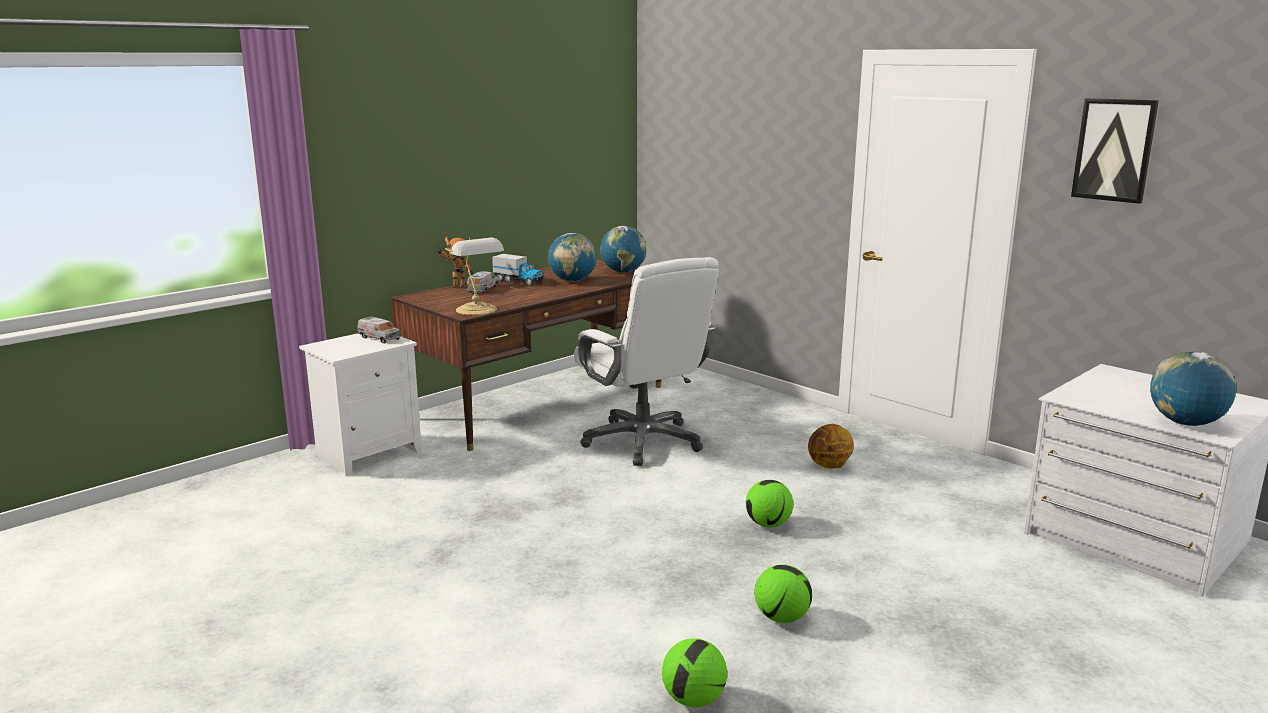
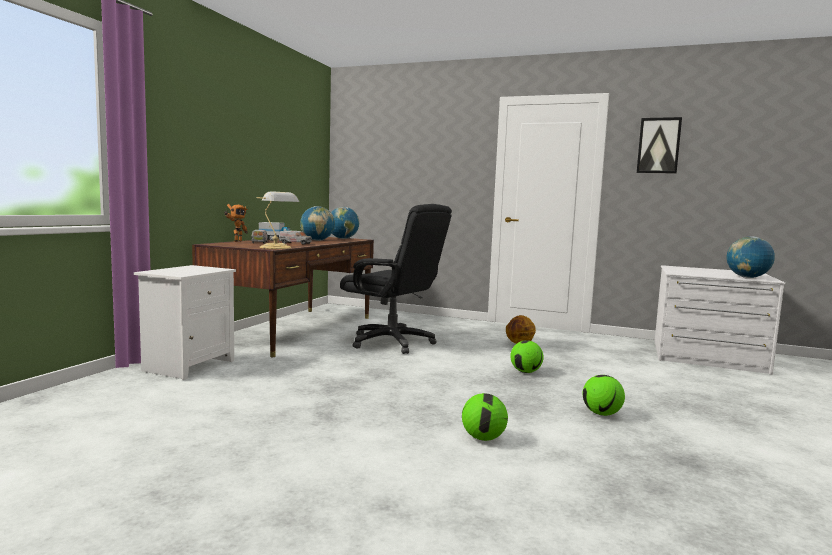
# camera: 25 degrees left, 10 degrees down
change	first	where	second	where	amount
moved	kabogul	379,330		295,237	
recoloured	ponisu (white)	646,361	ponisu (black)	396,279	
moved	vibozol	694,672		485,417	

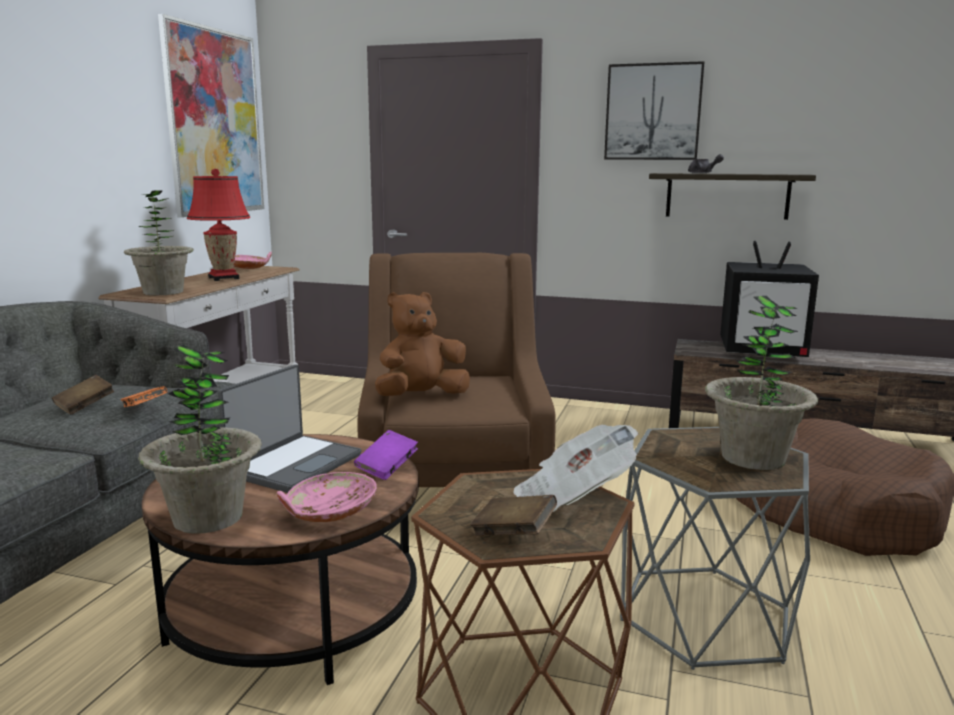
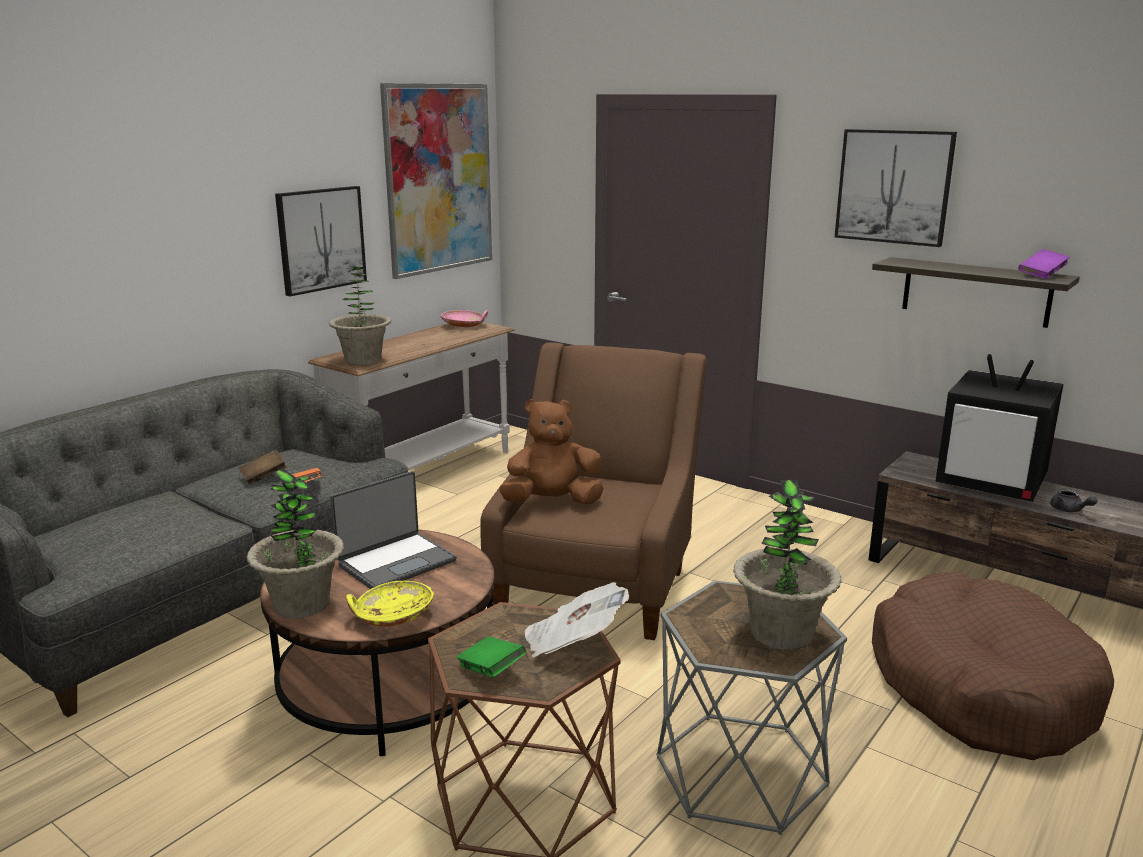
# camera: 20 degrees right, 5 degrees up
change	first	where	second	where	amount
removed	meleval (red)	219,225			
recoloured	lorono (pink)	327,497	lorono (yellow)	390,604	
moved	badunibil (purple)	386,455		1044,264	
recoloured	badunibil (brown)	513,515	badunibil (green)	491,657	
moved	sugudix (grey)	706,163		1074,500	
added			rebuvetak	321,241	

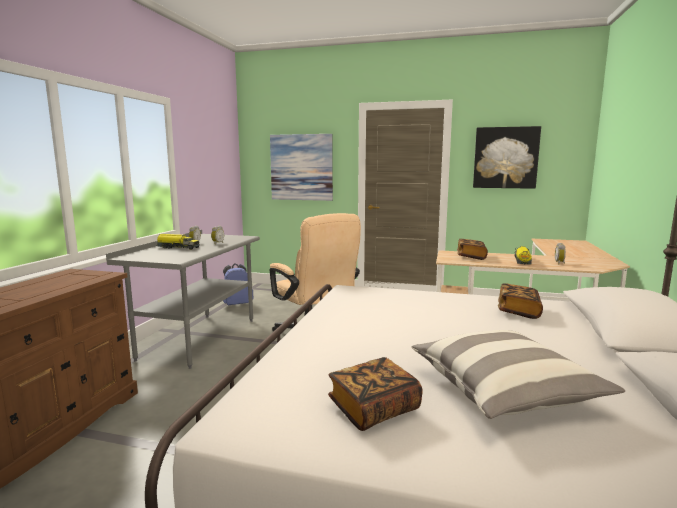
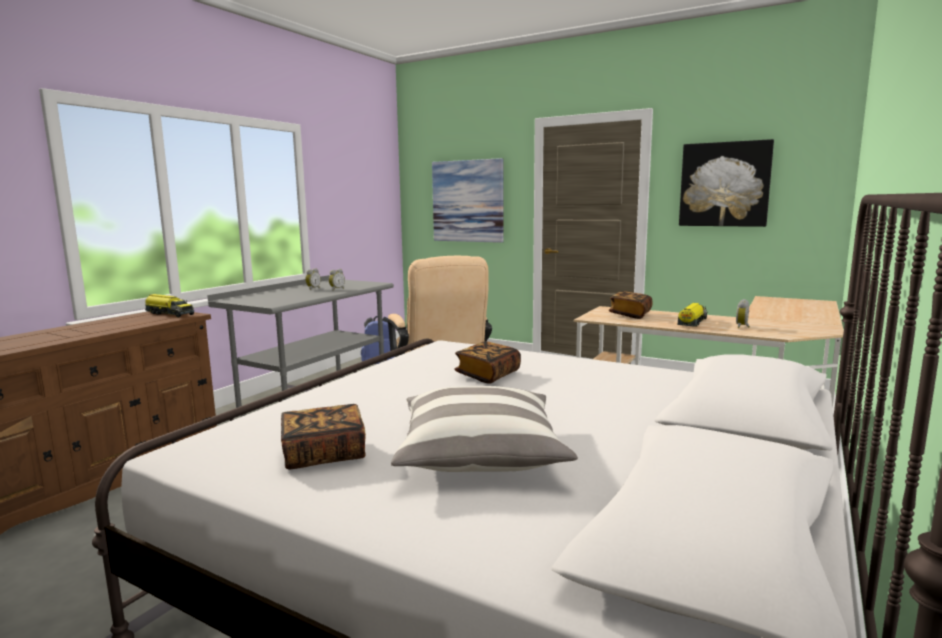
# camera: 15 degrees right, 0 degrees up
change	first	where	second	where	amount
moved	kabogul	178,242		169,305	
moved	badunibil	520,301		487,362	

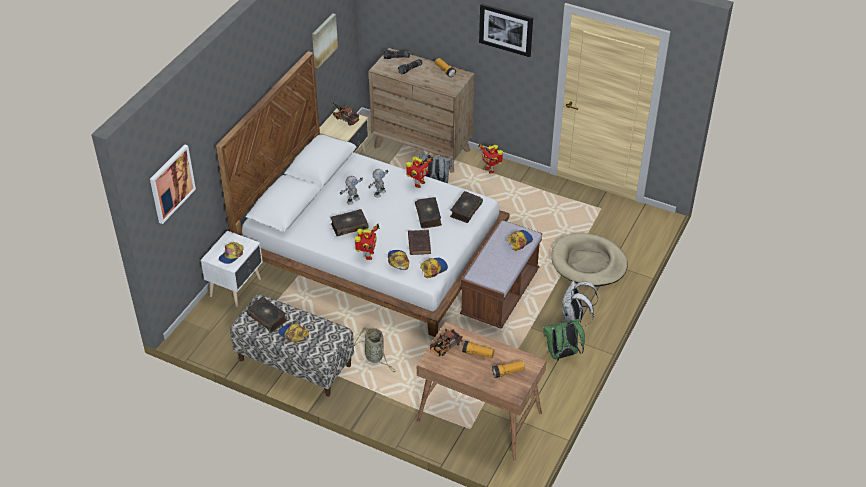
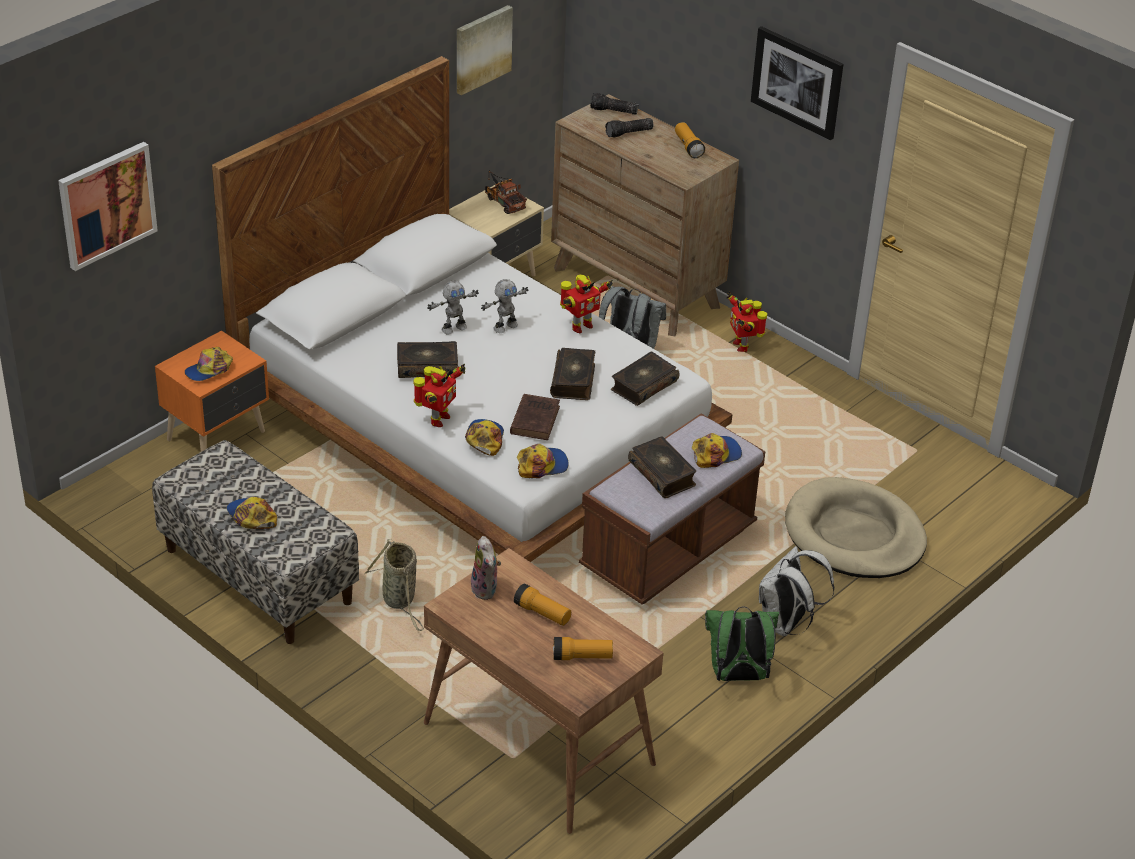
# camera: 15 degrees right, 5 degrees down
change	first	where	second	where	amount
recoloured	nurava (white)	232,269	nurava (orange)	212,391	
moved	badunibil	267,315		662,467	
replaced	kabogul	446,343	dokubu	485,568	

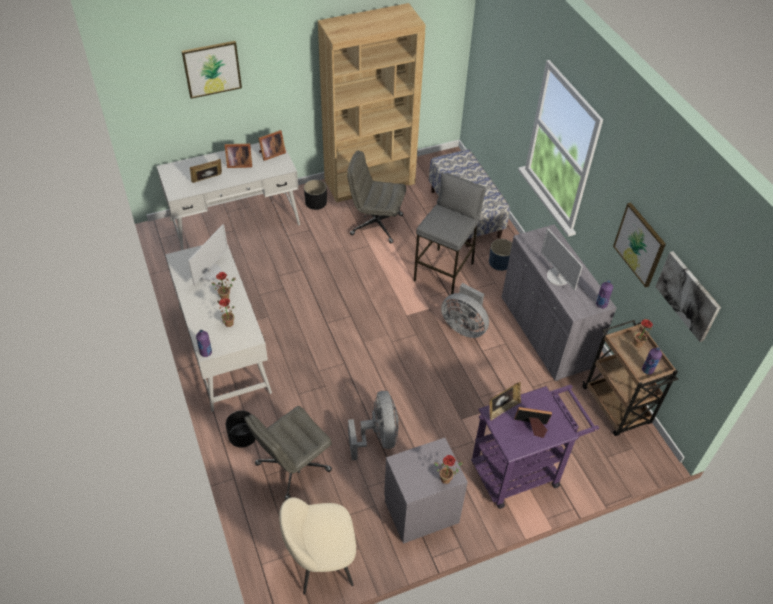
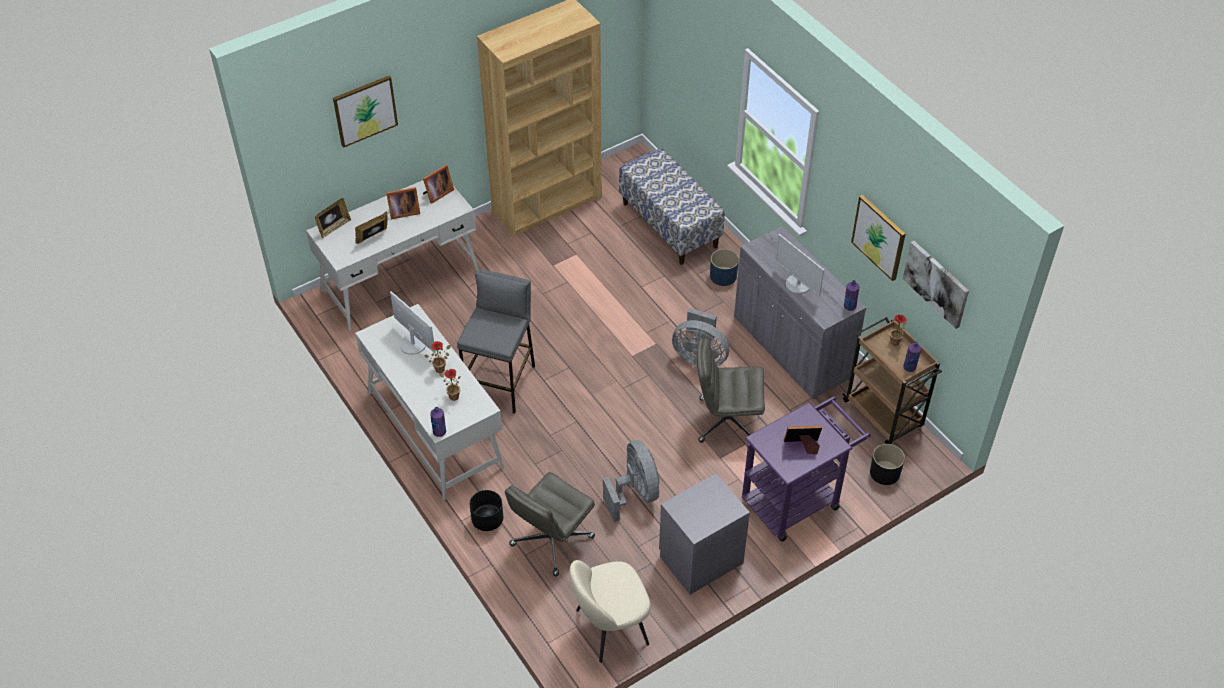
# camera: 10 degrees left, 0 degrees up
change	first	where	second	where	amount
turned	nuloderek	208,254		413,323	60 degrees counterclockwise
moved	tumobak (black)	315,195		887,464	
moved	ponisu (grey)	376,196		731,390	
moved	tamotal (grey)	450,233		496,341	
removed	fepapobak	448,469			
moved	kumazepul	505,401		333,218	

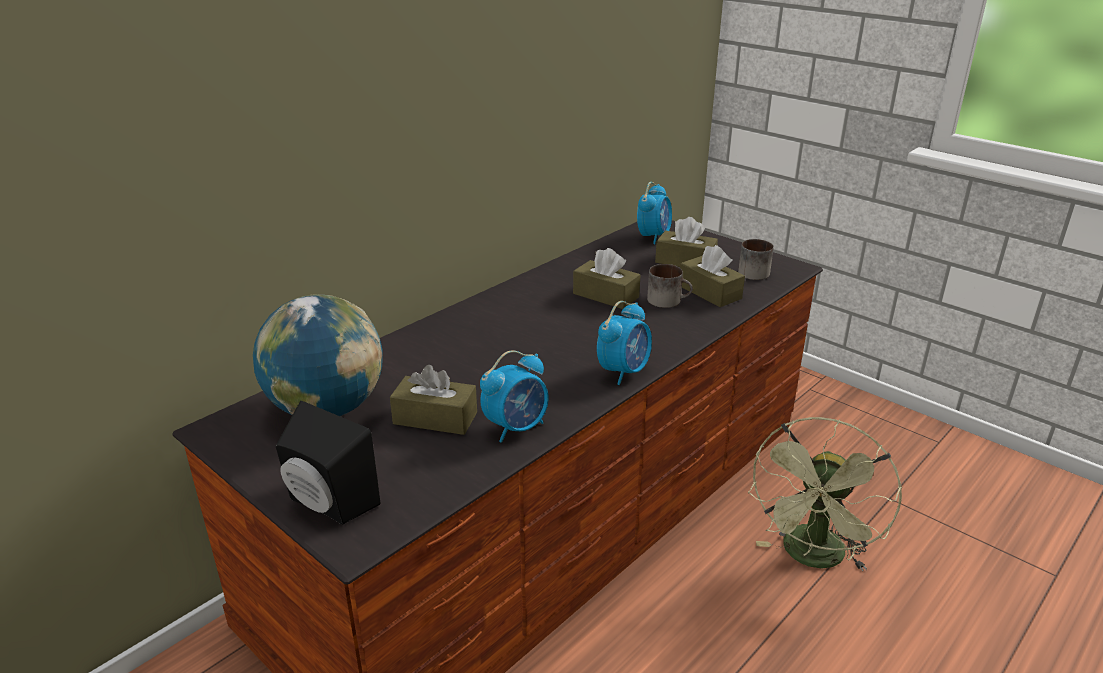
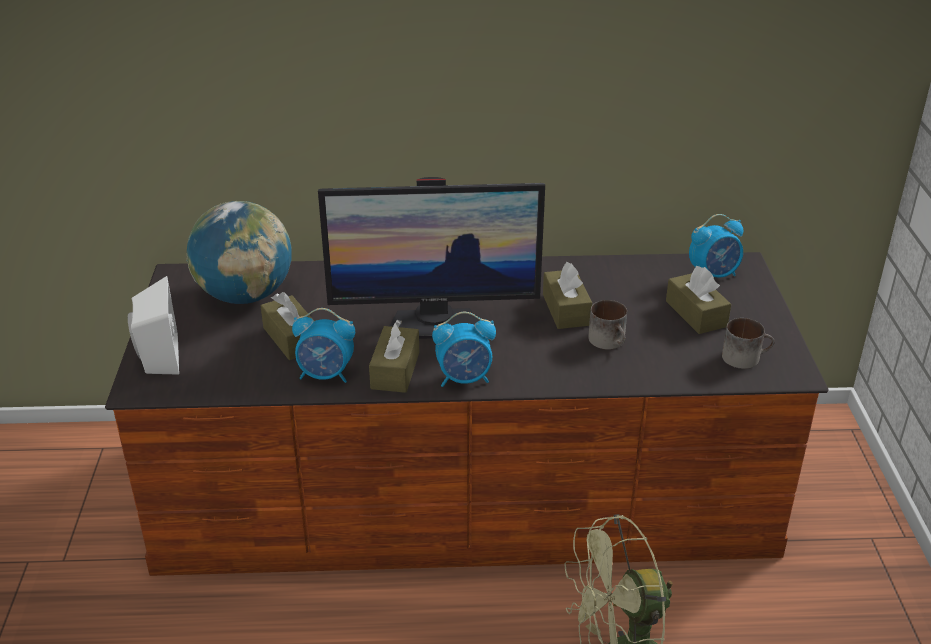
# camera: 45 degrees right, 5 degrees up
change	first	where	second	where	amount
recoloured	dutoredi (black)	328,463	dutoredi (white)	153,325	
moved	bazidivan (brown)	712,276		394,356	
added			nuloderek	431,258	

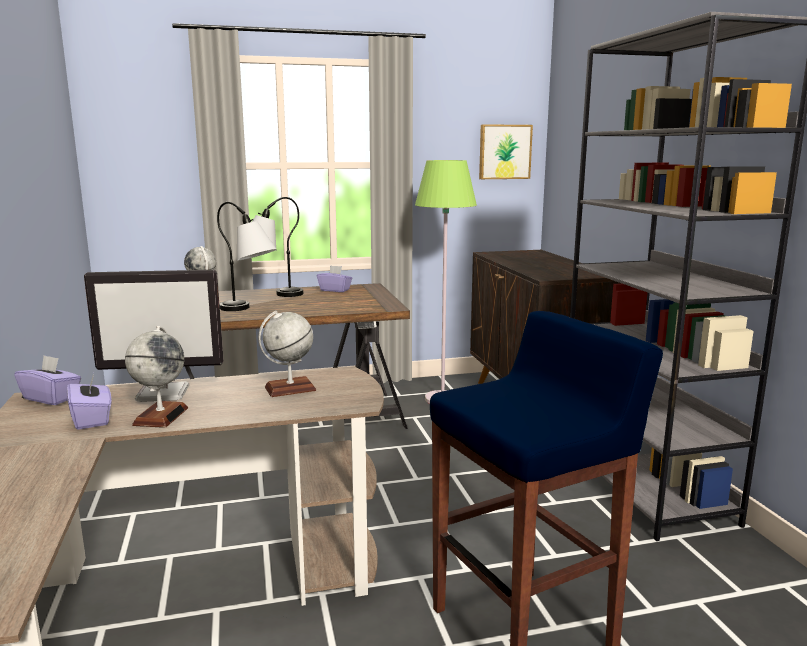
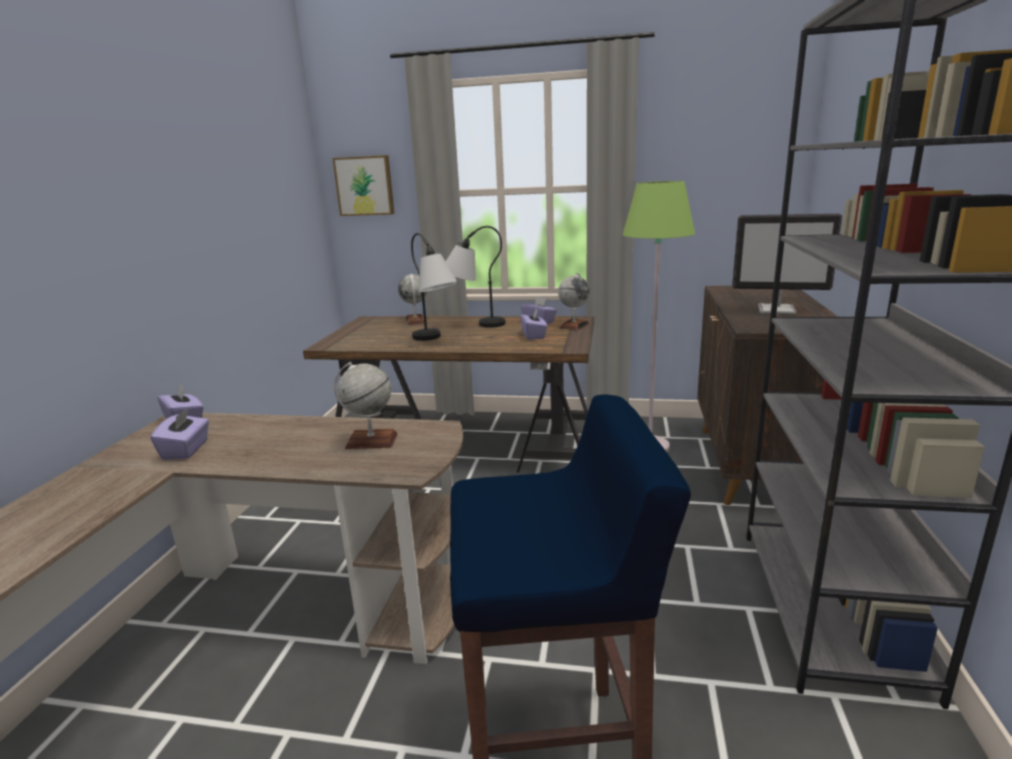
# camera: 25 degrees right, 5 degrees up
change	first	where	second	where	amount
moved	nuloderek	154,336		787,264	
moved	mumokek	156,377		574,301	
moved	rebuvetak	506,151		363,185	
added			bazidivan (purple)	533,324	

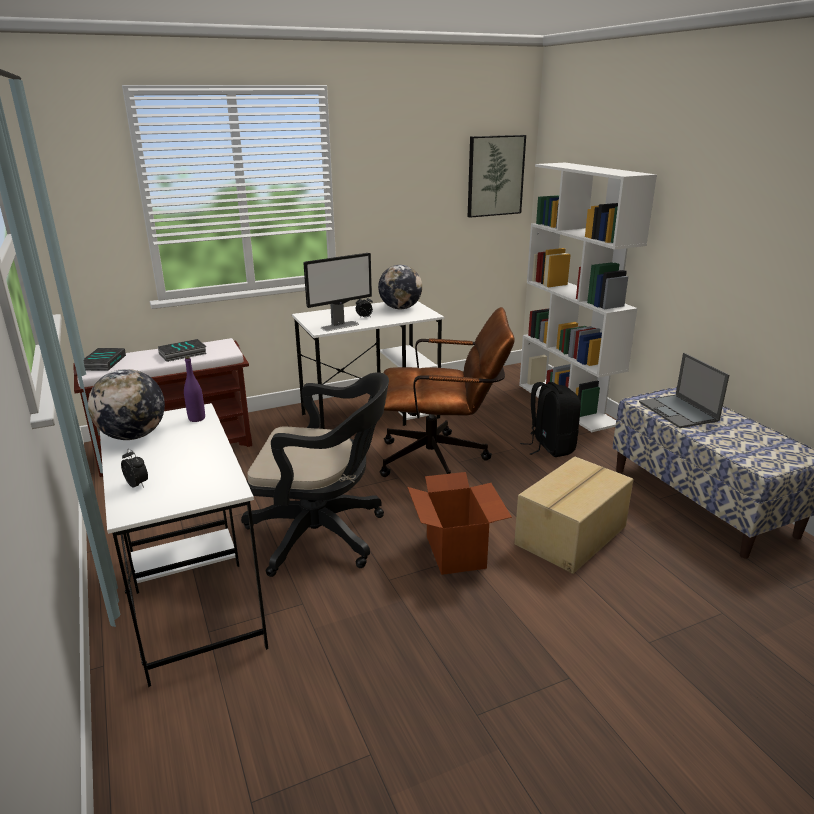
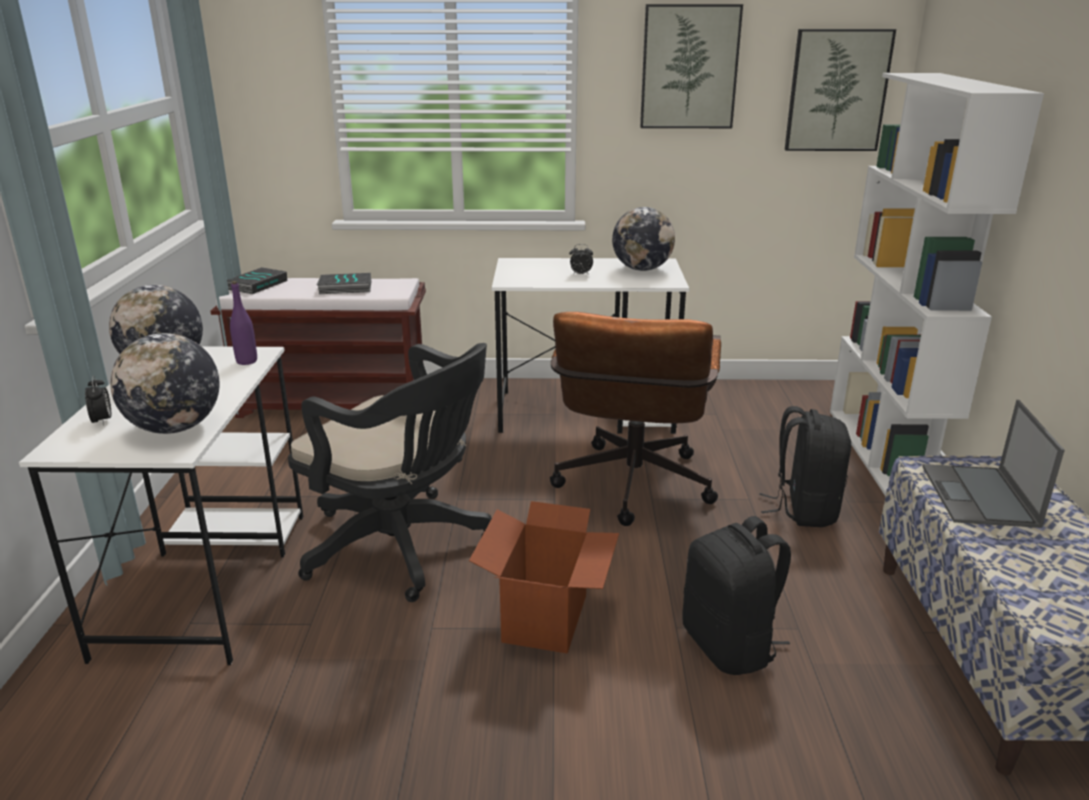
# camera: 25 degrees right, 0 degrees up
change	first	where	second	where	amount
removed	nuloderek	337,292			
turned	ponisu (brown)	447,392		635,419	75 degrees clockwise
replaced	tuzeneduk	573,515	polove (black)	737,595	
added			mumokek	164,383	
added			rebuvetak	691,66	

